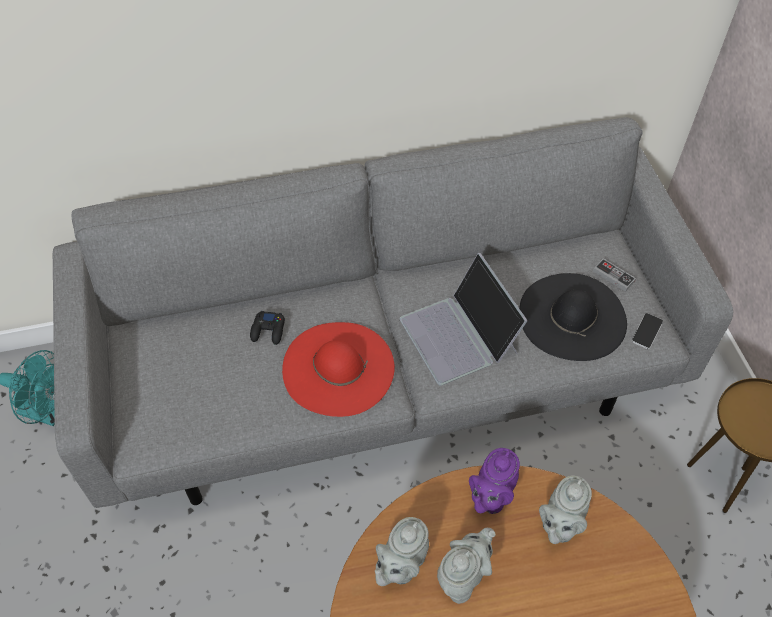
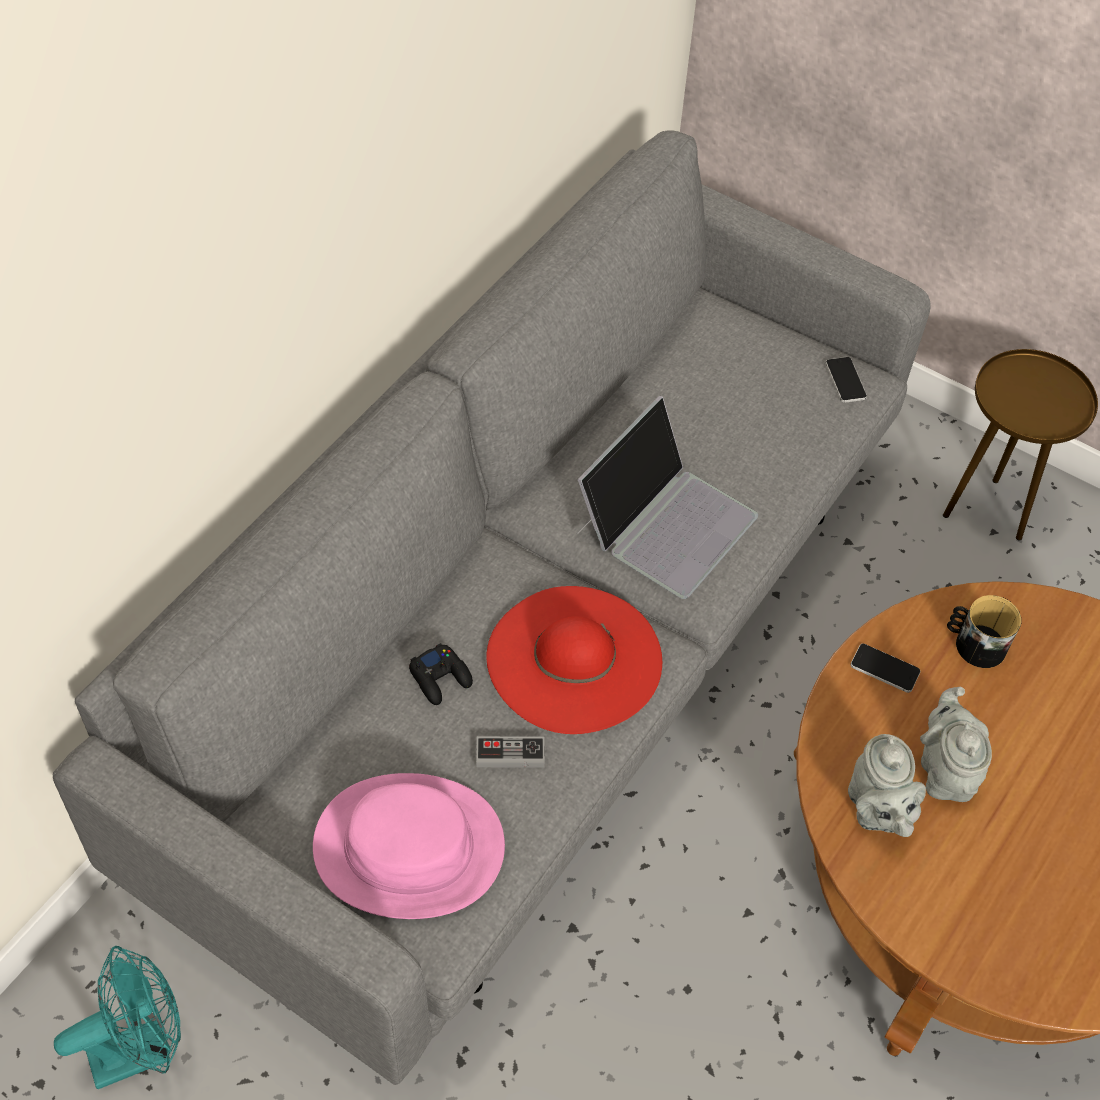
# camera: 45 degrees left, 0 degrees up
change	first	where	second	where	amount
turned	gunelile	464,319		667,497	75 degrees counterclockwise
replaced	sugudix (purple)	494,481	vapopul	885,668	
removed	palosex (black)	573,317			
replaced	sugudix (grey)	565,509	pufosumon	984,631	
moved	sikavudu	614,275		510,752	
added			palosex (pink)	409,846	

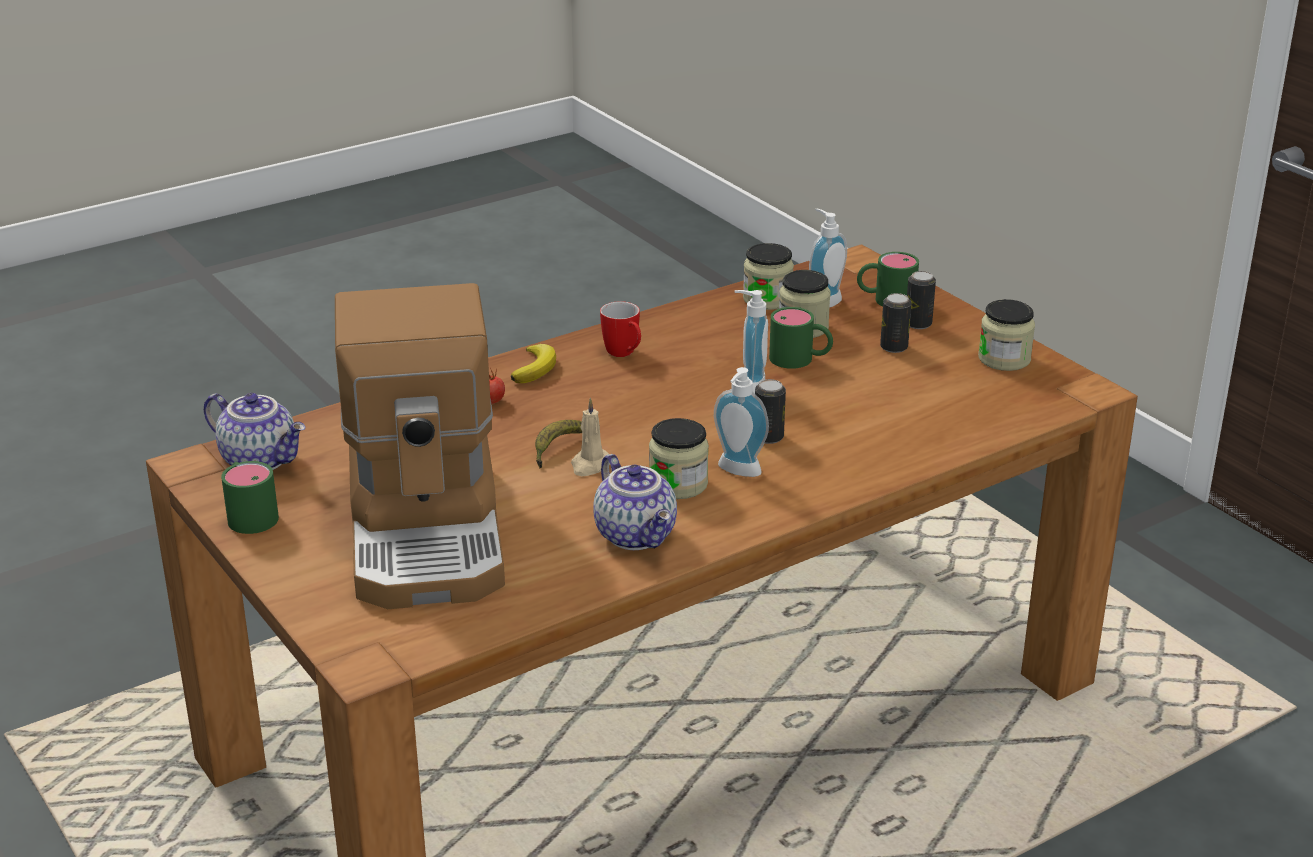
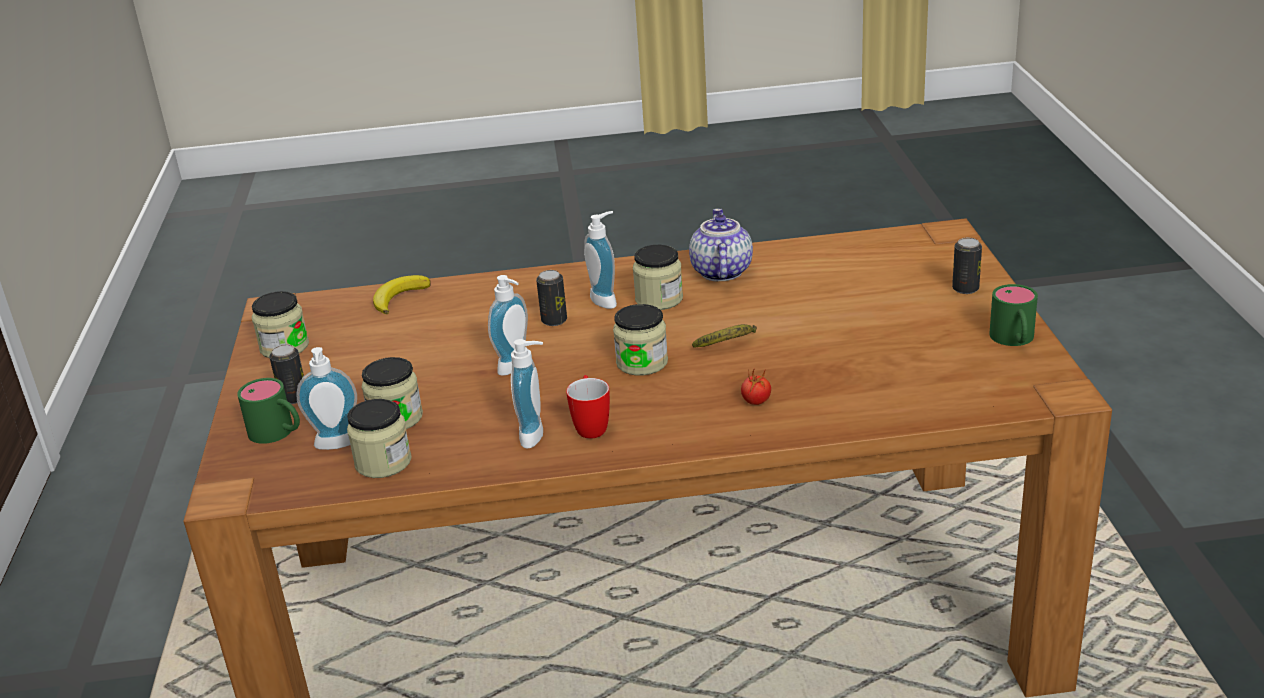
# camera: 150 degrees left, 0 degrees up
change	first	where	second	where	amount
removed	sugudix	254,431			
removed	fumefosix	420,446			
moved	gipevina	533,363		402,294	
removed	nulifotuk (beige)	590,437			
removed	pufosumon (green)	801,338			
moved	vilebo	896,323		967,266	
added			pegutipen	527,393	
added			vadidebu	640,340	

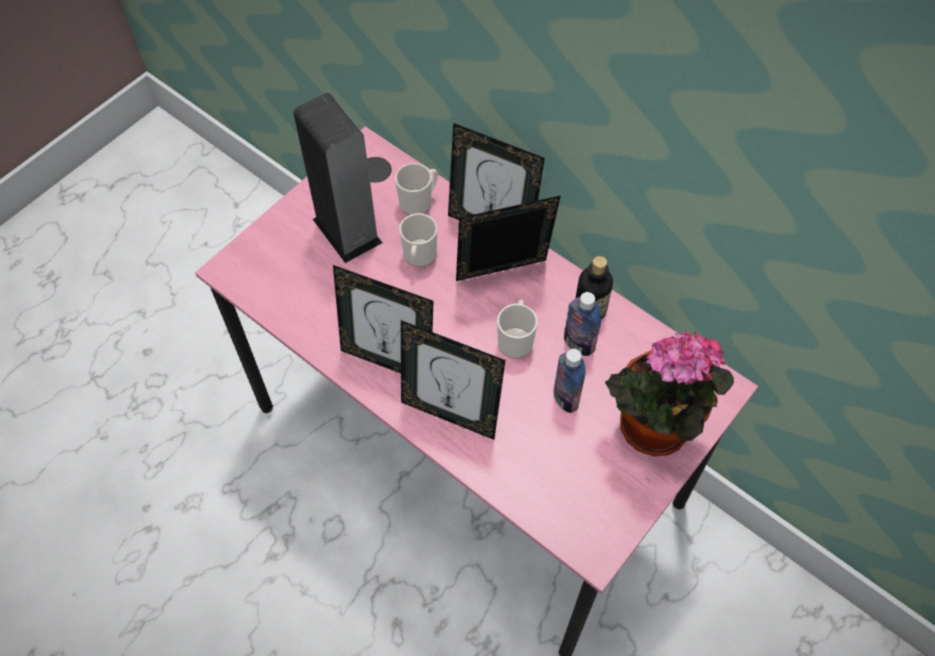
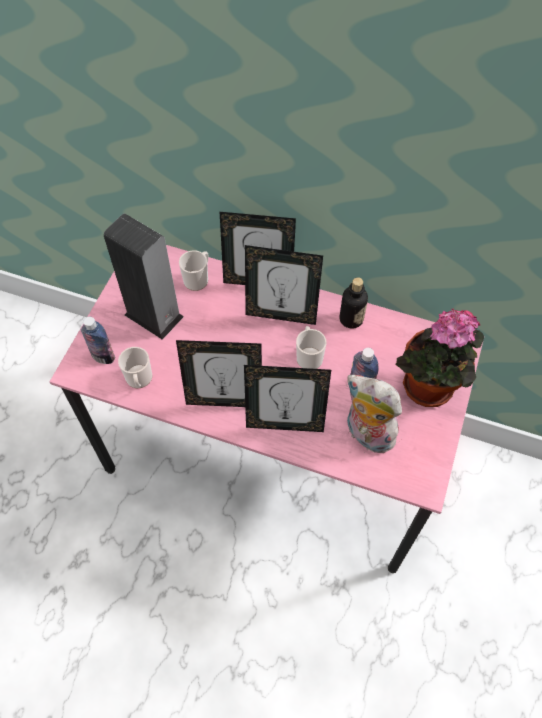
# camera: 20 degrees left, 0 degrees up
change	first	where	second	where	amount
moved	pufosumon	418,240		135,367	
turned	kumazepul	508,238		284,285	135 degrees counterclockwise
moved	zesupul	582,324		98,340	
added			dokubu	374,414	

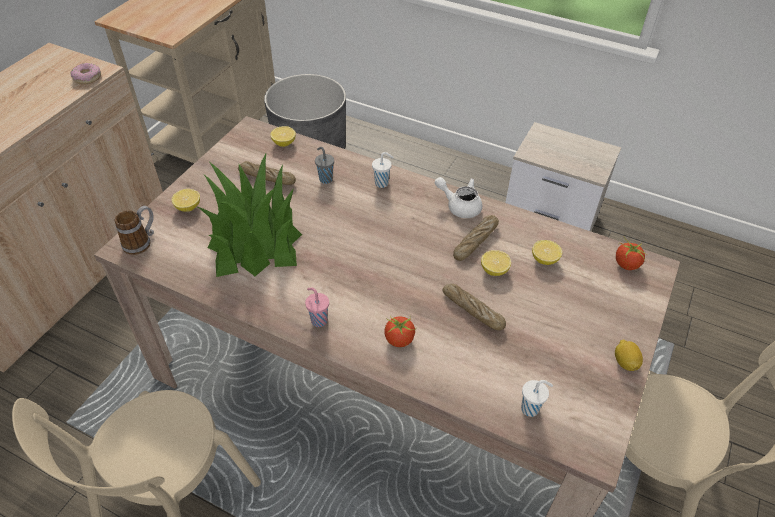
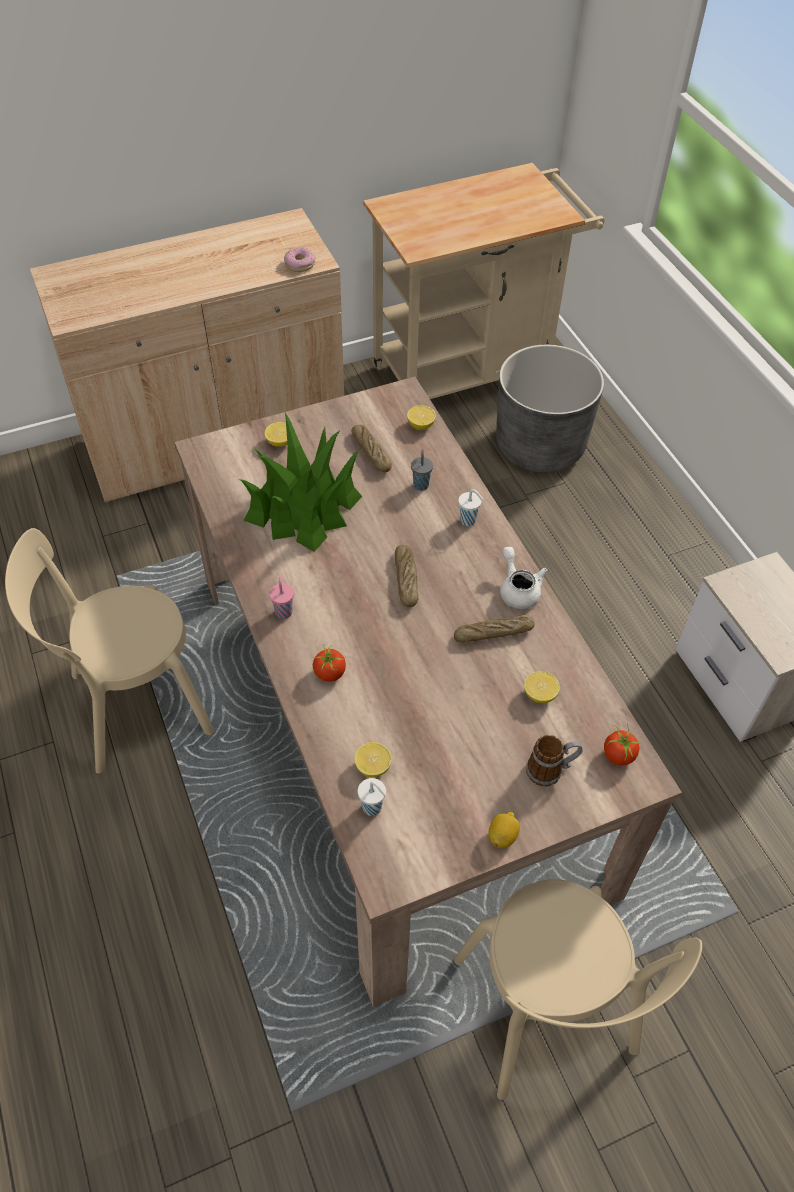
# camera: 40 degrees right, 5 degrees up
change	first	where	second	where	amount
moved	pufosumon	134,230		554,760	
moved	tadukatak	474,307		407,576	
moved	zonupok	496,263		373,759	

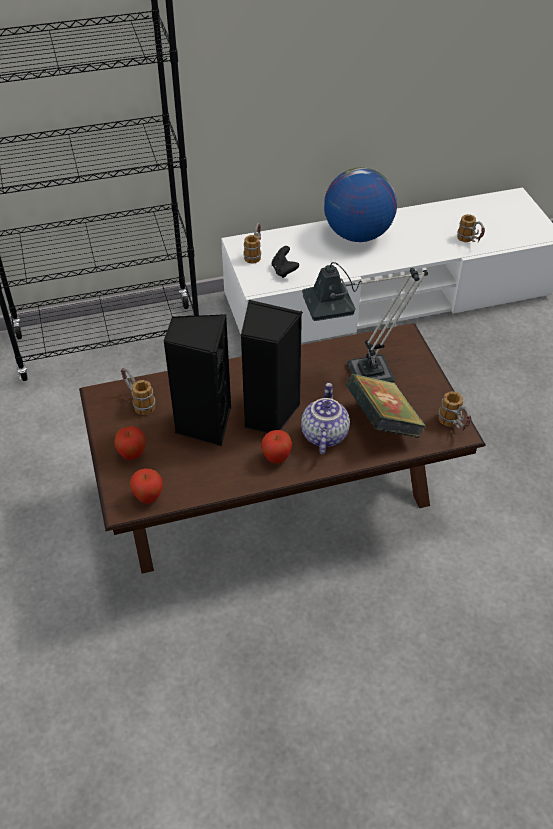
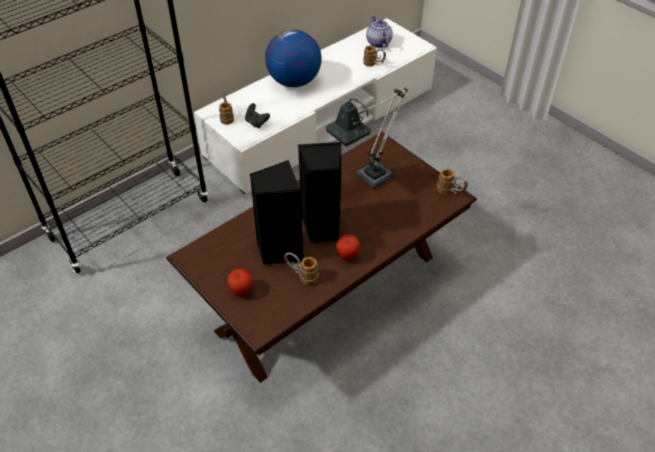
# camera: 25 degrees left, 0 degrees up
change	first	where	second	where	amount
moved	pufosumon	138,391		301,268	
removed	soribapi	146,486			
moved	sugudix	325,418		379,31	
removed	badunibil	386,406			

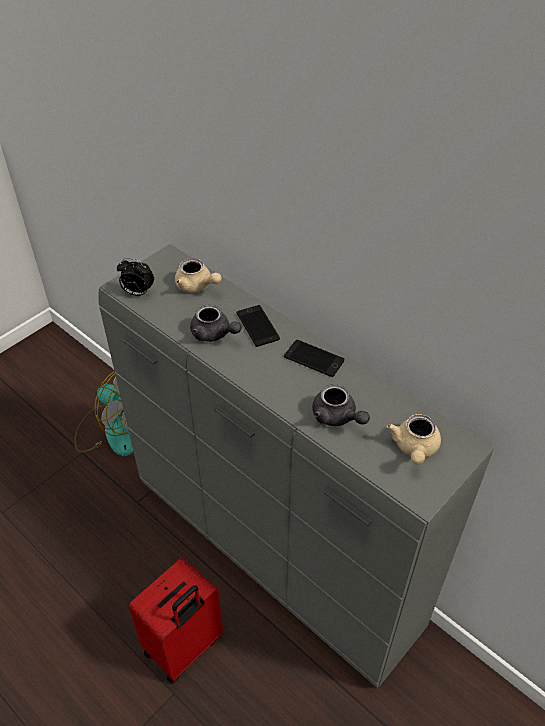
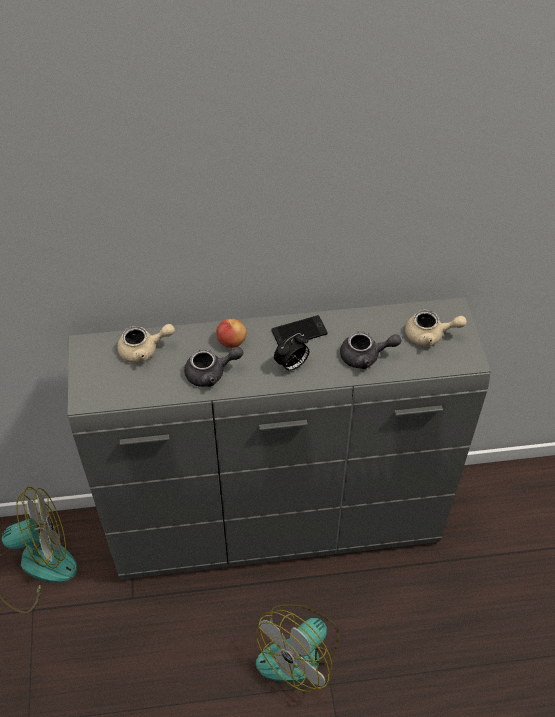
# camera: 50 degrees left, 5 degrees up
change	first	where	second	where	amount
moved	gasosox	135,277		291,352	
replaced	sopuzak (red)	176,620	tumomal	298,648	
replaced	vapopul	258,326	soribapi	231,333	
turned	sugudix (beige)	414,439		436,328	45 degrees counterclockwise

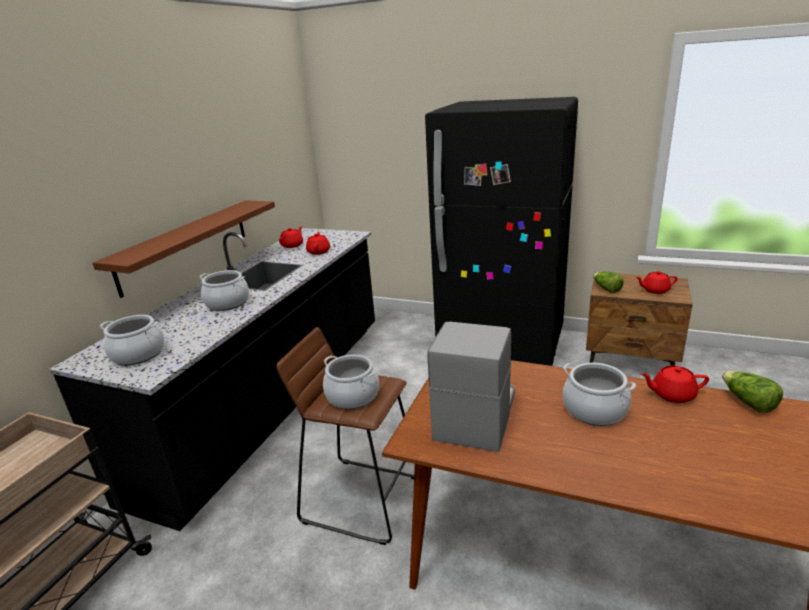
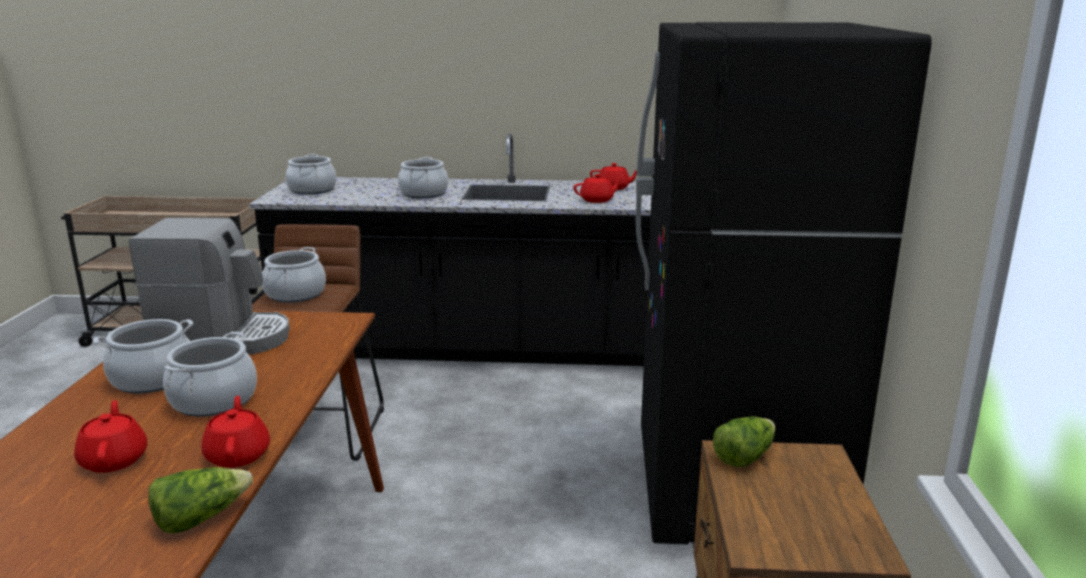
# camera: 70 degrees right, 5 degrees down
change	first	where	second	where	amount
removed	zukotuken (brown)	183,249			
moved	sugudix (red)	657,282		110,436	
added			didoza	143,356	

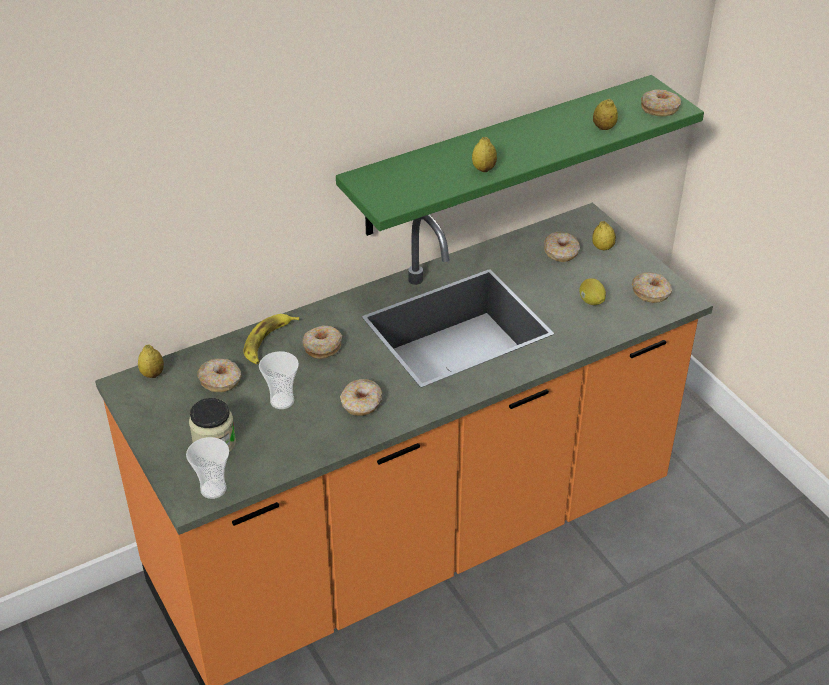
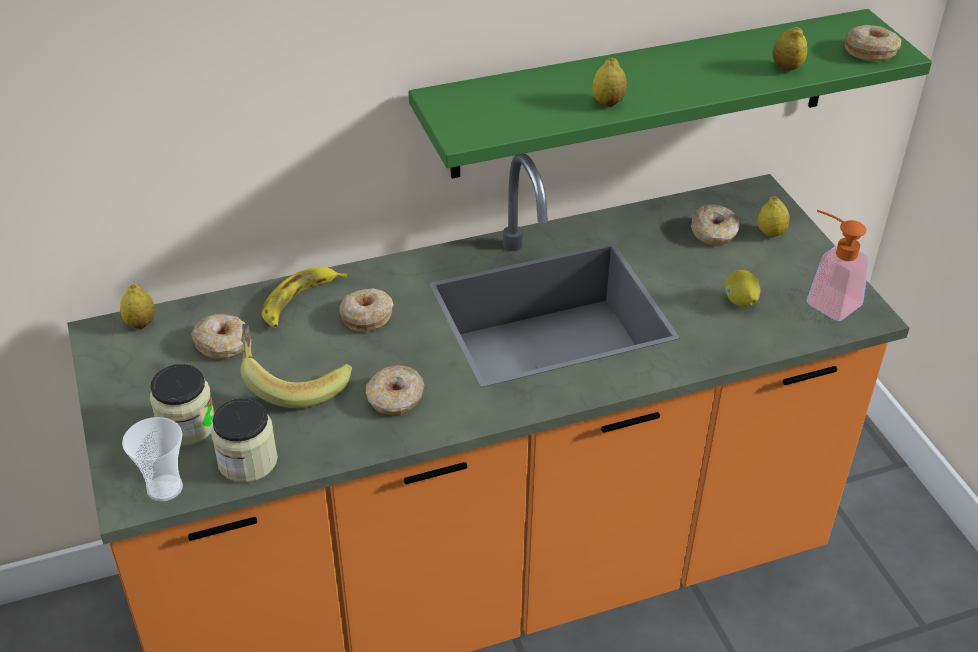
# camera: 10 degrees right, 0 degrees up
change	first	where	second	where	amount
replaced	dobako	279,380	gipevina	296,366	
replaced	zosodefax	652,287	pegutipen	838,265	
added			vadidebu	244,440	

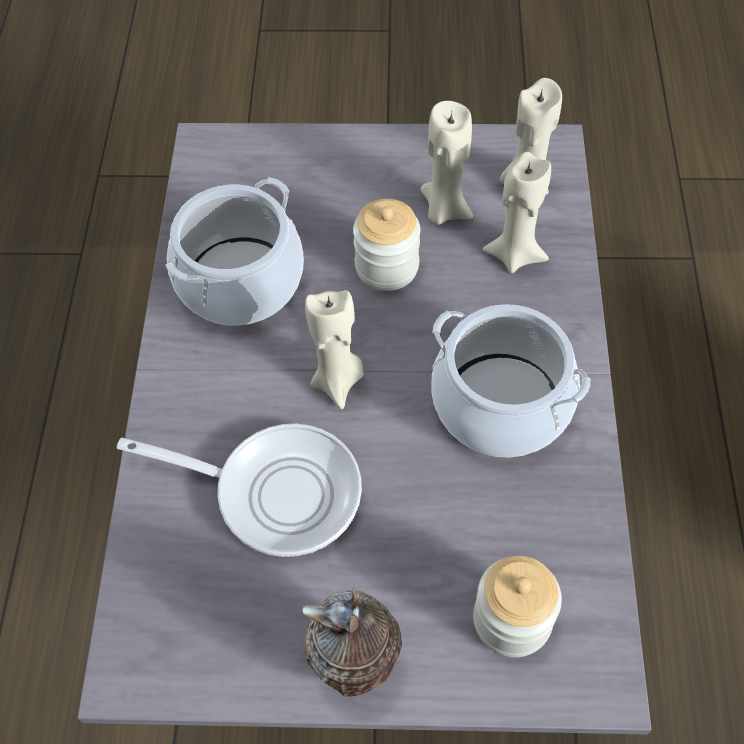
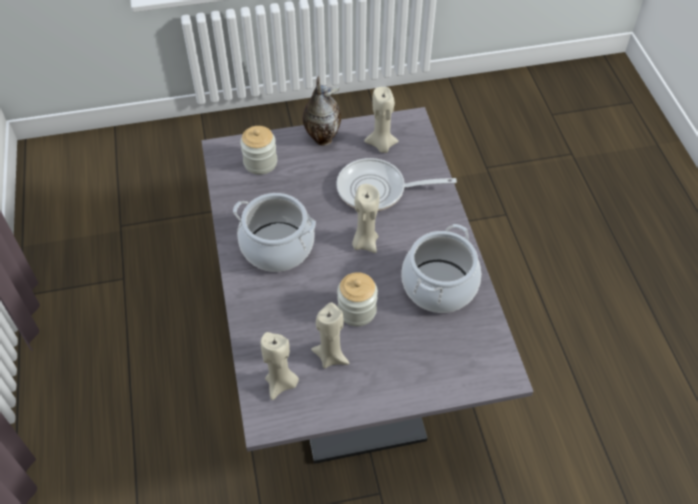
# camera: 165 degrees right, 5 degrees down
change	first	where	second	where	amount
moved	nulifotuk (beige)	517,212		381,120	

